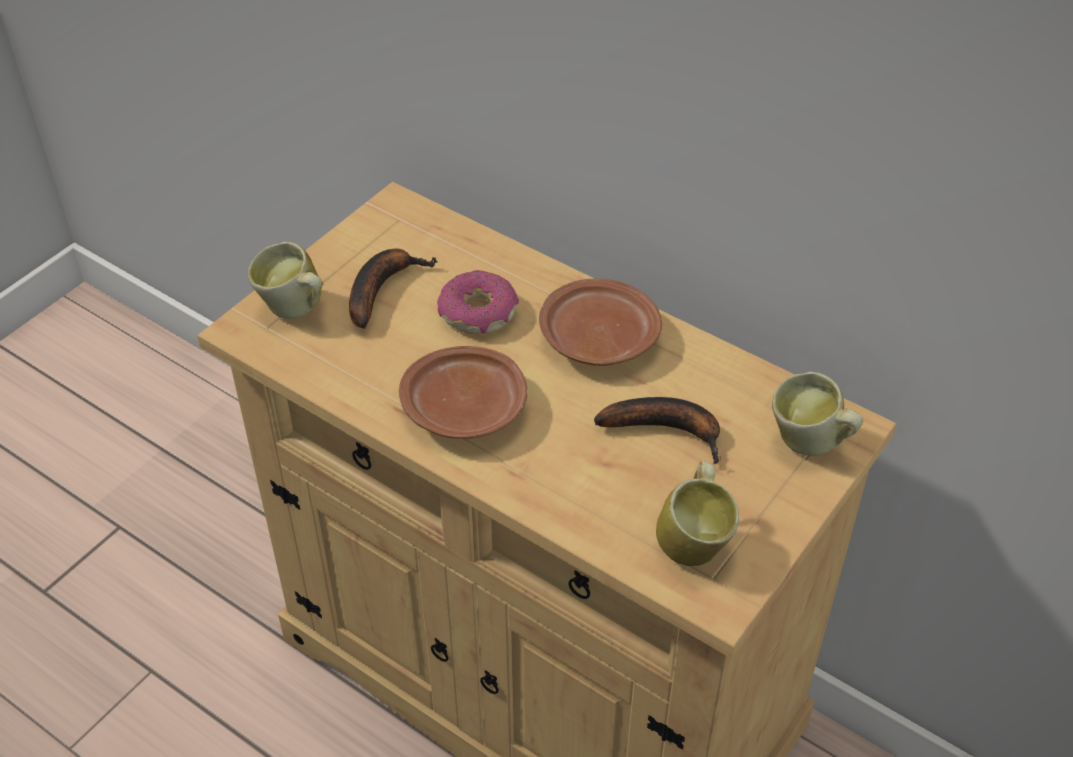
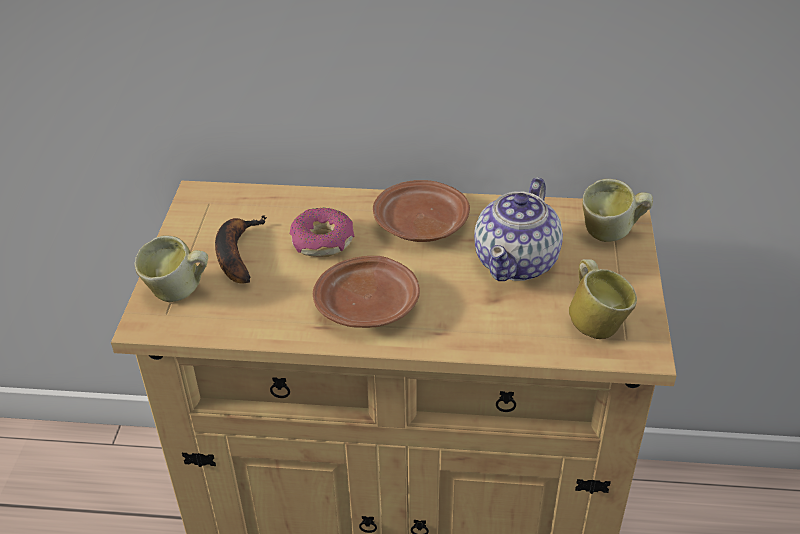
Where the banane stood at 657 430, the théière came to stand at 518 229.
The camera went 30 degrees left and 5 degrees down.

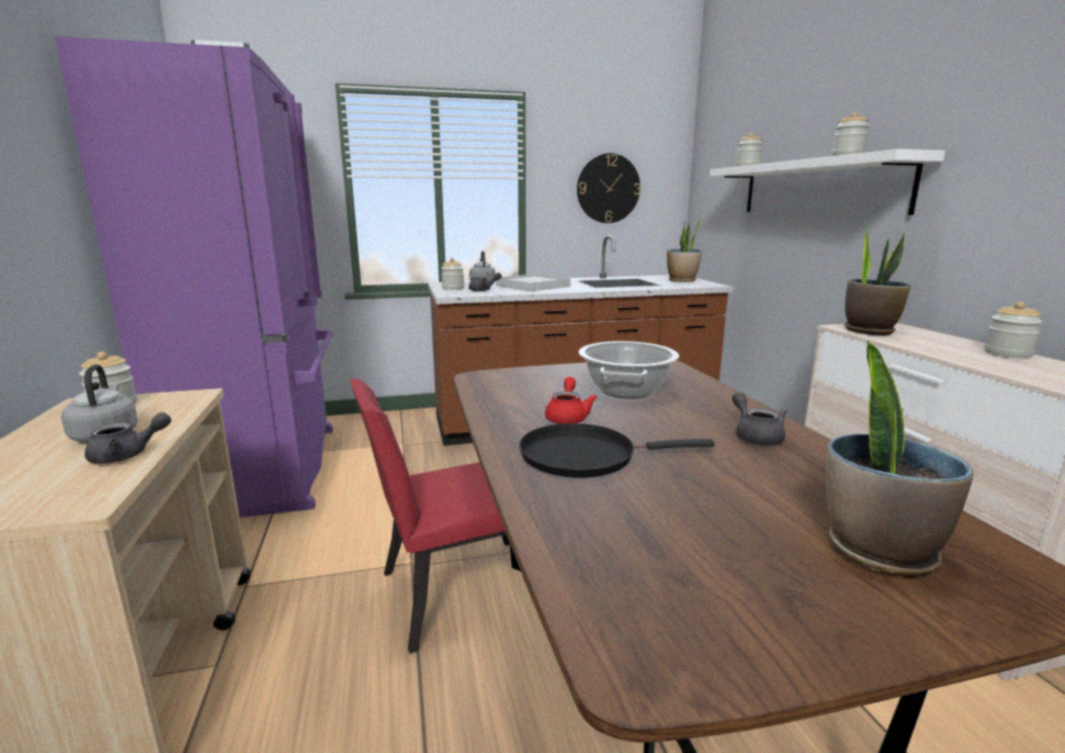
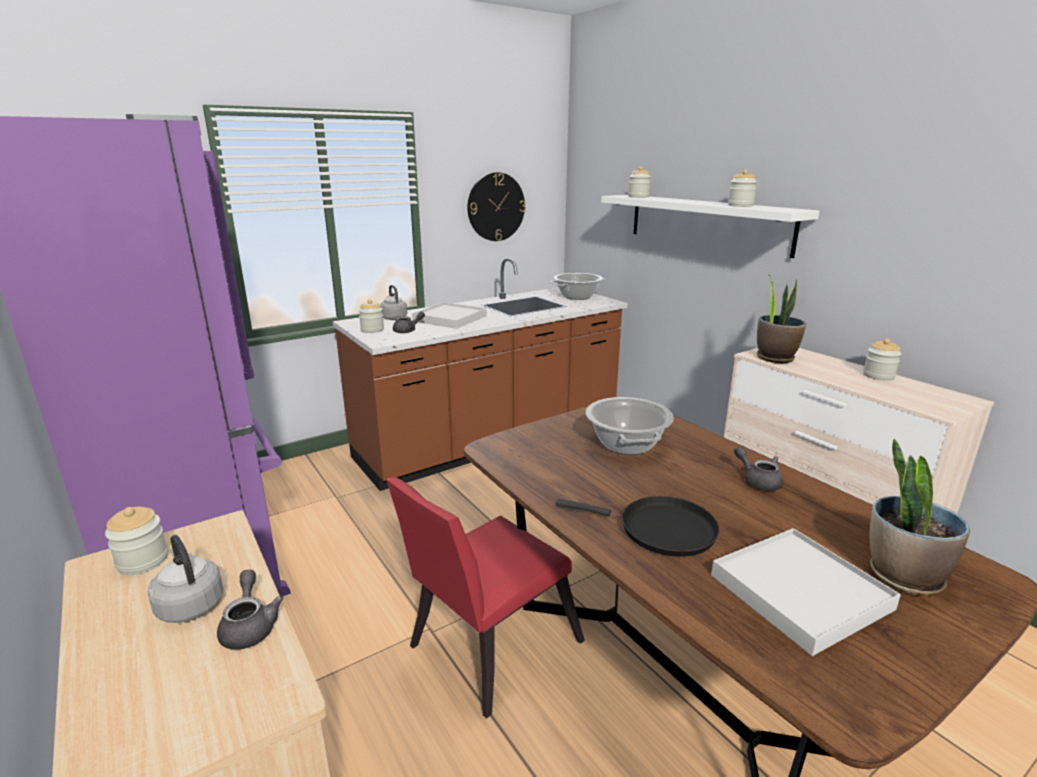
The second view lost the théière/rouge at 571 400.
The second view gained the plateau/blanc at 806 592.
Where the plante en pot stood at 685 249, the marmite came to stand at 578 286.
The théière/gris at 128 438 ended up facing another way, 60 degrees counterclockwise from before.
The poêle/noir at 617 450 ended up facing another way, 135 degrees counterclockwise from before.
The camera went 20 degrees left and 5 degrees up.

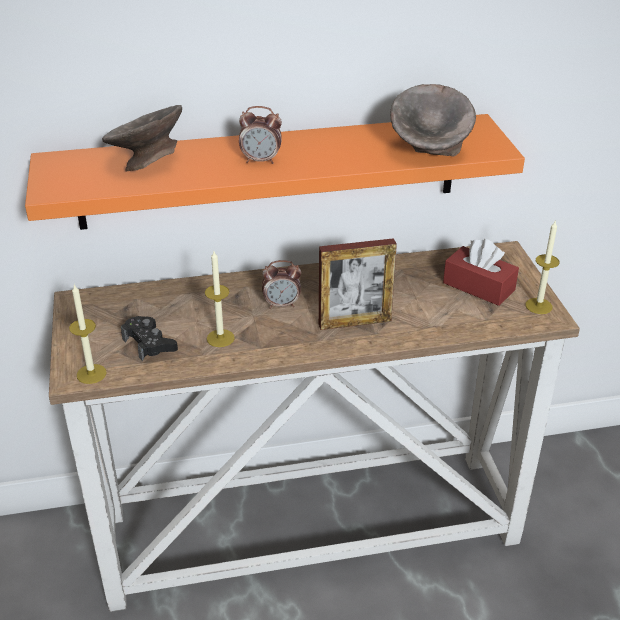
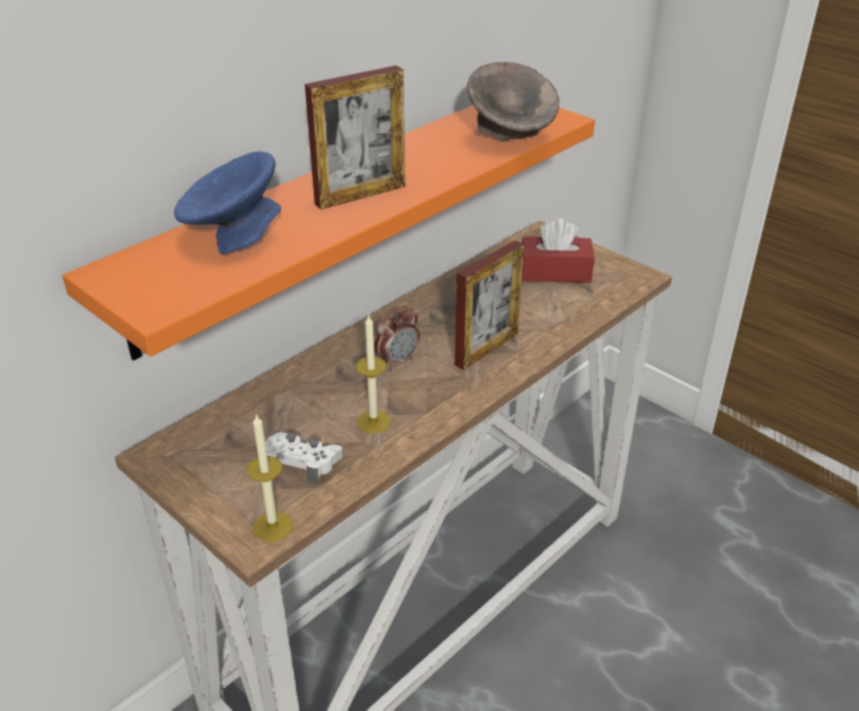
The second view lost the bougie at 542 267.
Where the réveil stood at 260 135, the cadre photo came to stand at 355 137.
What was the bol/gris at 142 138 turned into the bol/bleu at 227 202.
What was the manette/noir at 149 338 turned into the manette/blanc at 304 458.
The camera went 35 degrees left and 0 degrees up.

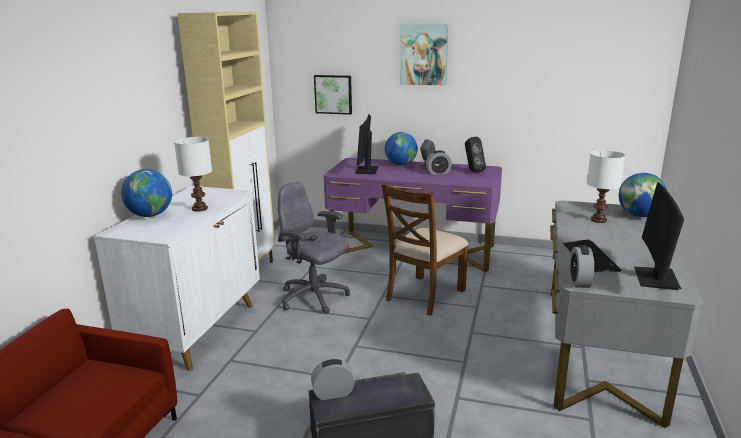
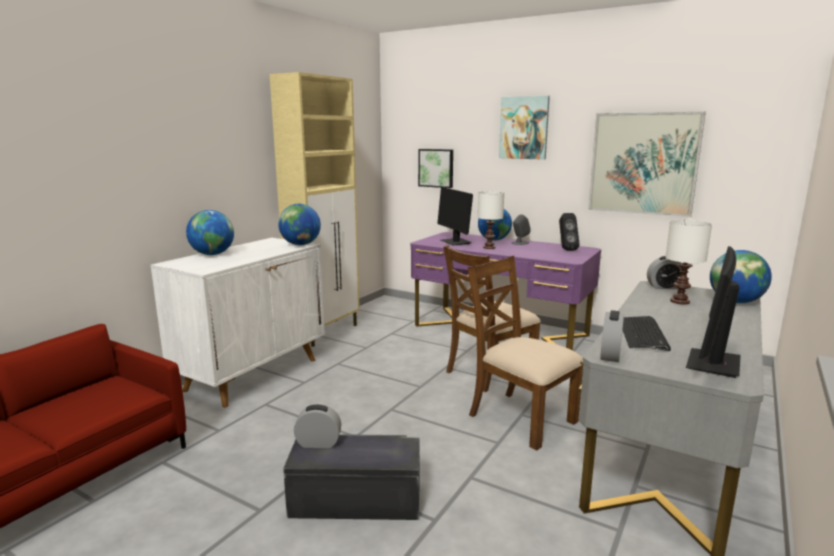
The second view lost the chaise de bureau/gris at 314 248.
The second view gained the globe at 299 224.
The second view gained the chaise/marron at 525 353.
The second view gained the tableau at 647 164.
The lampe de table/blanc ended up elsewhere, having gone from 193 174 to 491 220.
The réveil ended up elsewhere, having gone from 439 162 to 664 272.
The écran d'ordinateur at 367 144 ended up facing another way, 45 degrees counterclockwise from before.
The camera went 15 degrees right and 5 degrees down.

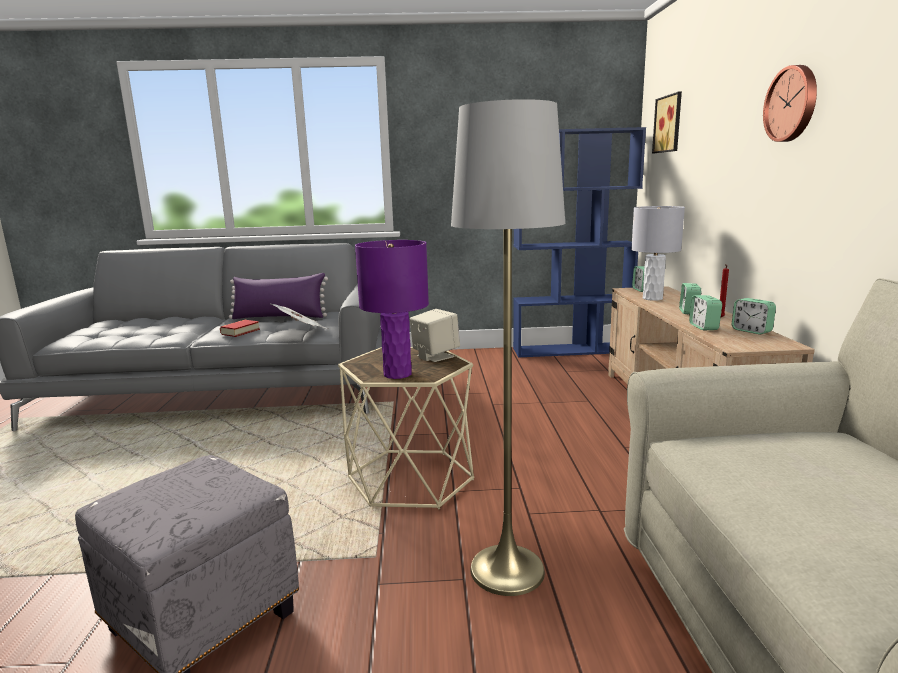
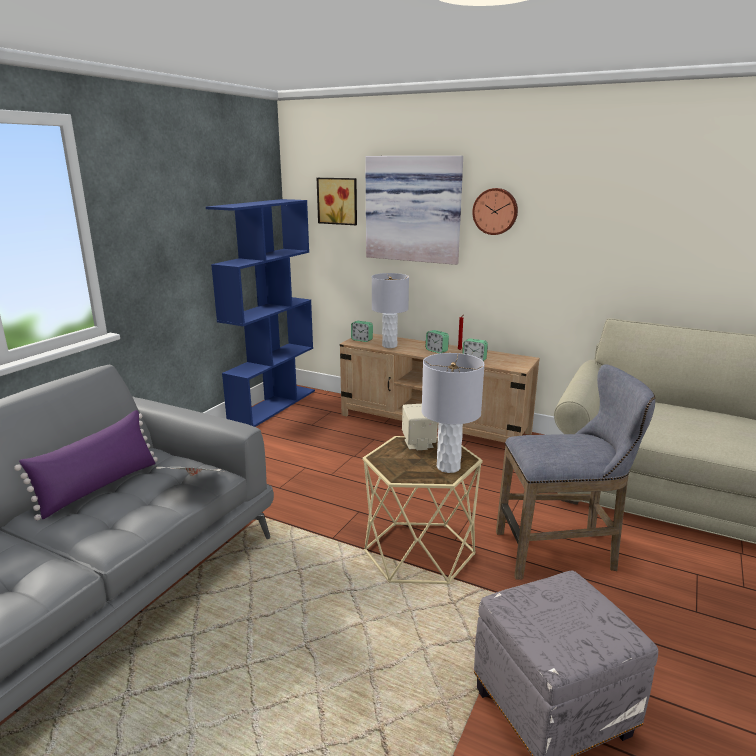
The second view lost the livre at 240 328.
The second view lost the réveil at 754 316.
The second view gained the tableau at 414 210.
Where the lampadaire/gris stood at 508 347, the tabouret/gris came to stand at 575 472.
What was the lampe de table/violet at 392 309 turned into the lampe de table/gris at 453 413.
The camera went 60 degrees left and 5 degrees up.

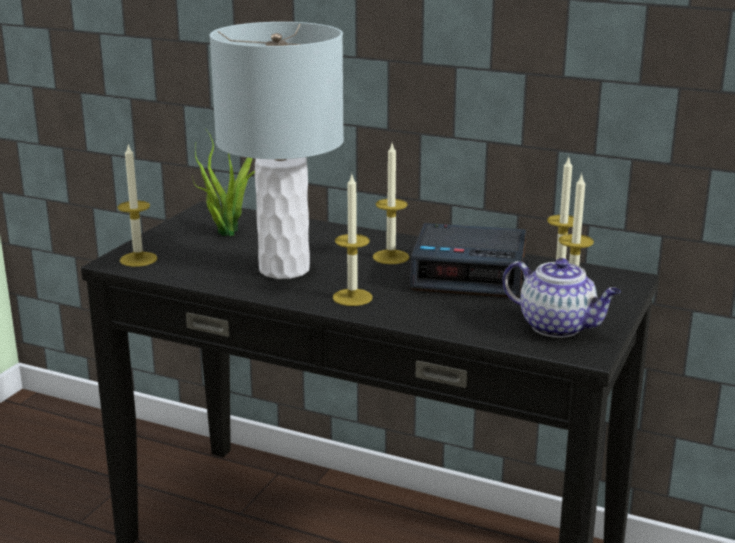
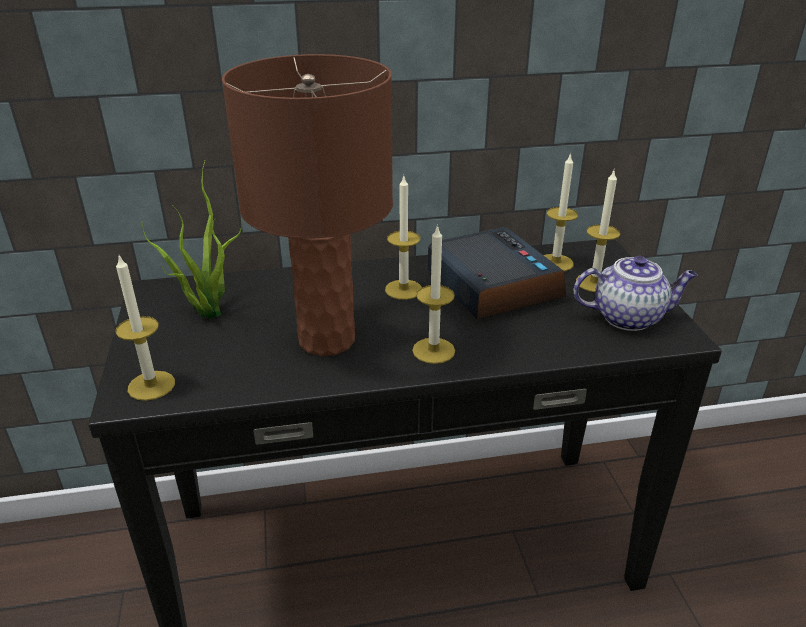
What was the lampe de table/gris at 276 150 turned into the lampe de table/marron at 307 205.
The réveil at 469 260 ended up facing another way, 90 degrees counterclockwise from before.
The camera went 35 degrees left and 10 degrees up.

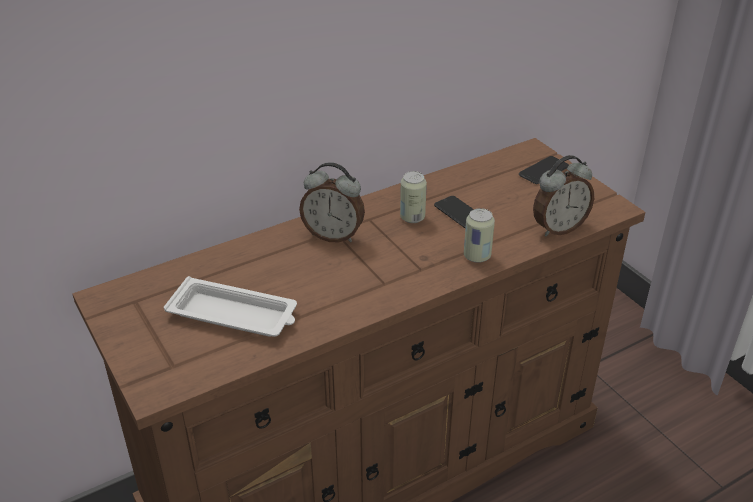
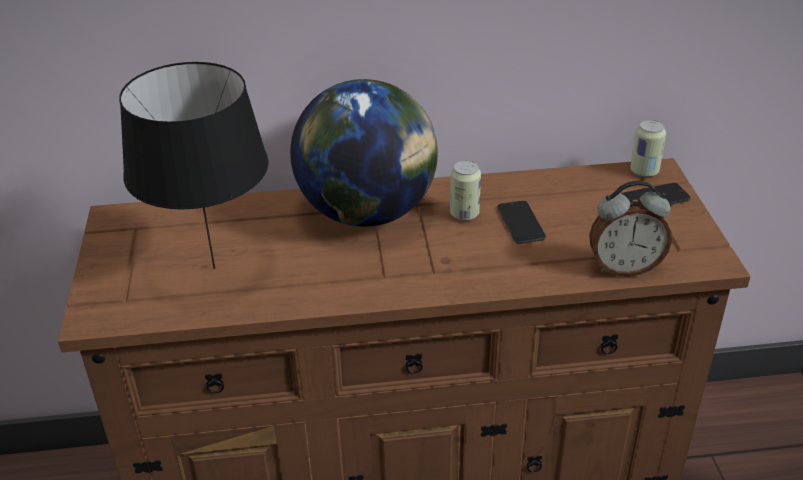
The boîte métallique ended up elsewhere, having gone from 479 235 to 648 148.
Where the plateau/blanc stood at 230 306, the lampe de table/noir came to stand at 194 165.
Where the réveil stood at 332 202, the globe came to stand at 364 153.
The camera went 25 degrees right and 0 degrees up.

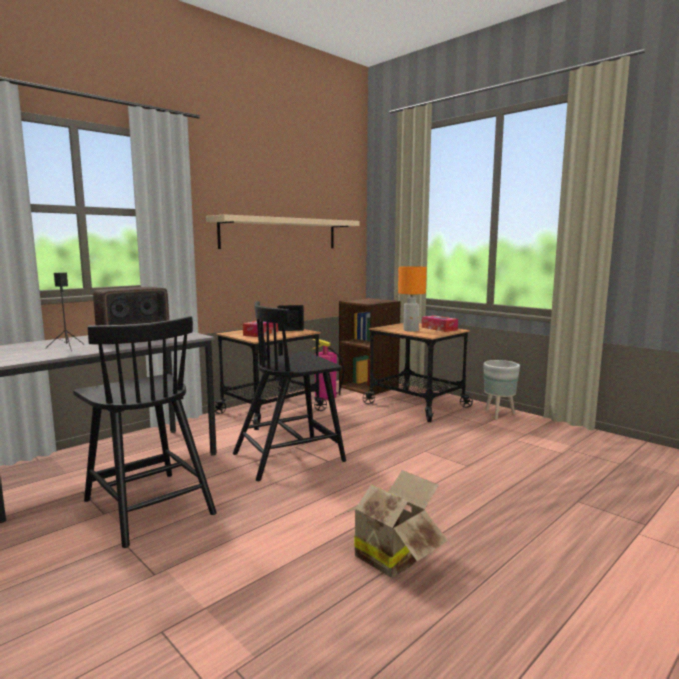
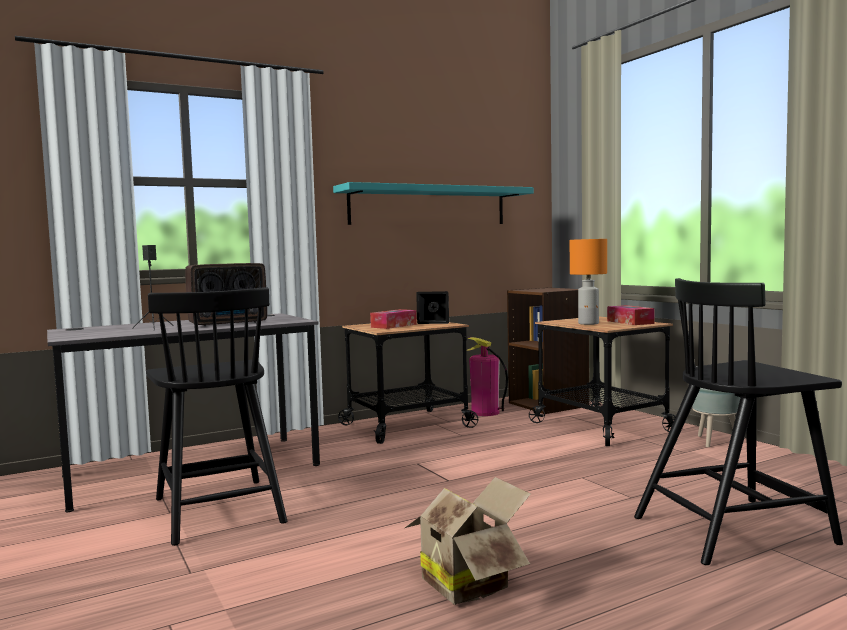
The chaise/noir ended up elsewhere, having gone from 289 391 to 738 421.
What was the étagère/beige at 283 231 turned into the étagère/turquoise at 433 203.
The camera went 15 degrees right and 5 degrees down.

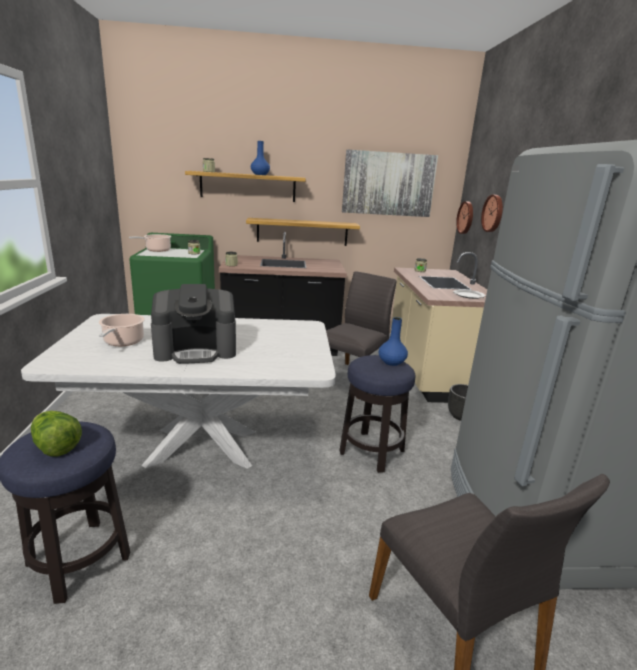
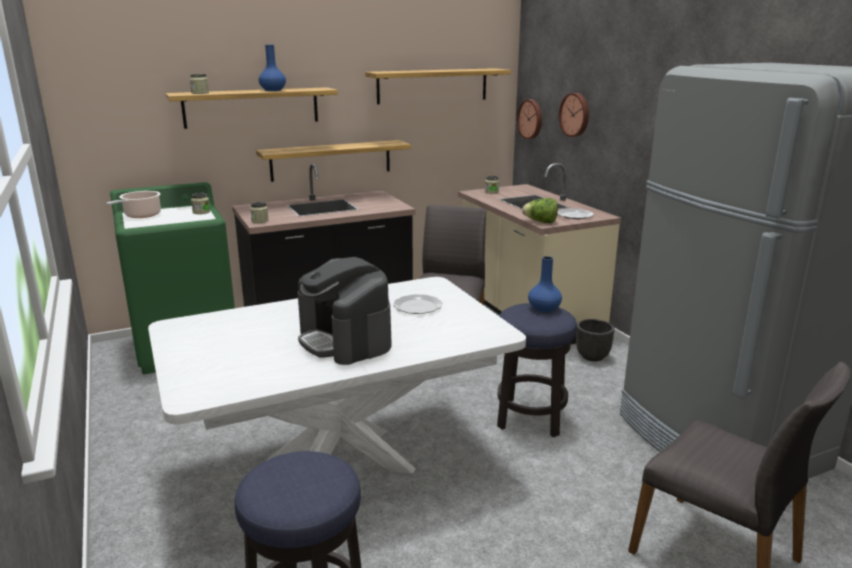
The second view lost the marmite at 122 330.
The second view gained the assiette at 417 304.
The laitue ended up elsewhere, having gone from 56 433 to 540 210.
Where the tableau hung at 390 183, the étagère came to hang at 438 86.
The machine à café at 193 324 ended up facing another way, 90 degrees clockwise from before.
The camera went 20 degrees left and 0 degrees up.

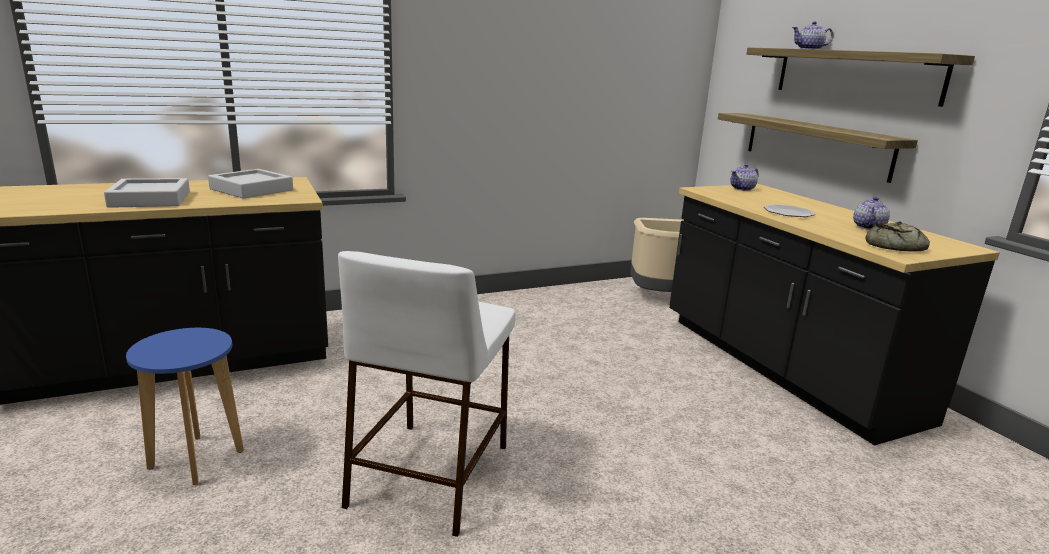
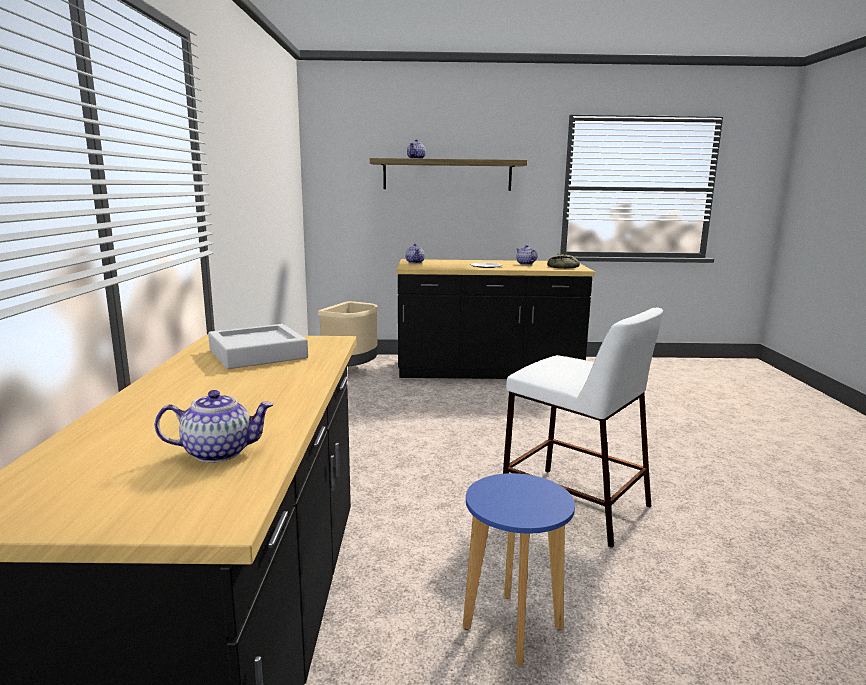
The second view lost the plateau/gris at 147 193.
The second view lost the étagère at 818 148.
The second view gained the théière at 214 426.
The camera went 65 degrees left and 5 degrees down.

